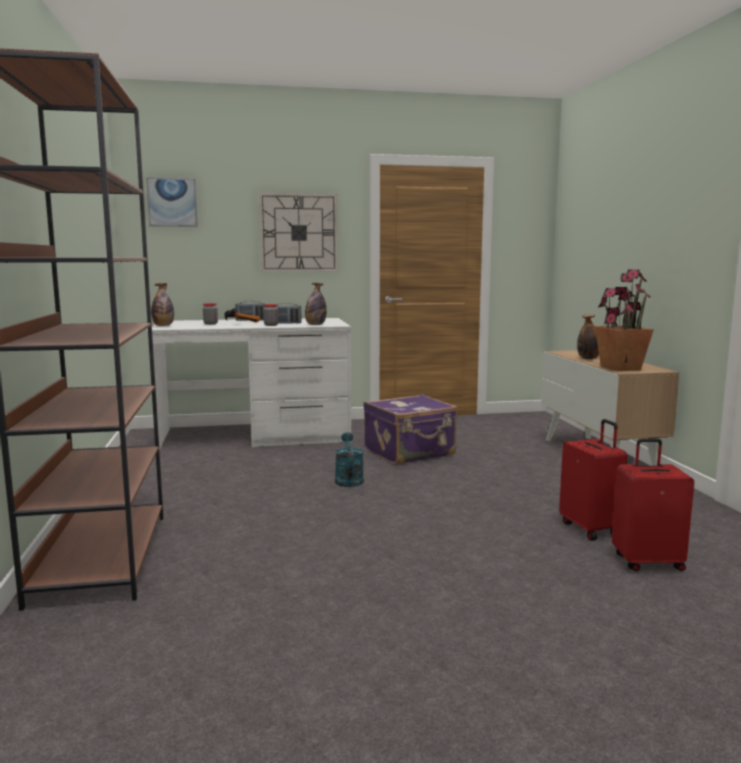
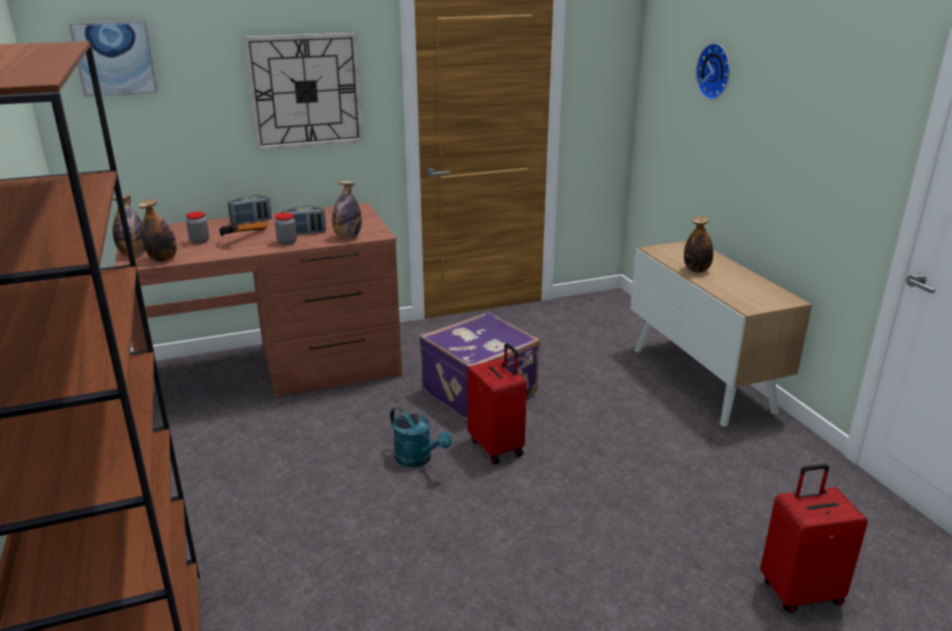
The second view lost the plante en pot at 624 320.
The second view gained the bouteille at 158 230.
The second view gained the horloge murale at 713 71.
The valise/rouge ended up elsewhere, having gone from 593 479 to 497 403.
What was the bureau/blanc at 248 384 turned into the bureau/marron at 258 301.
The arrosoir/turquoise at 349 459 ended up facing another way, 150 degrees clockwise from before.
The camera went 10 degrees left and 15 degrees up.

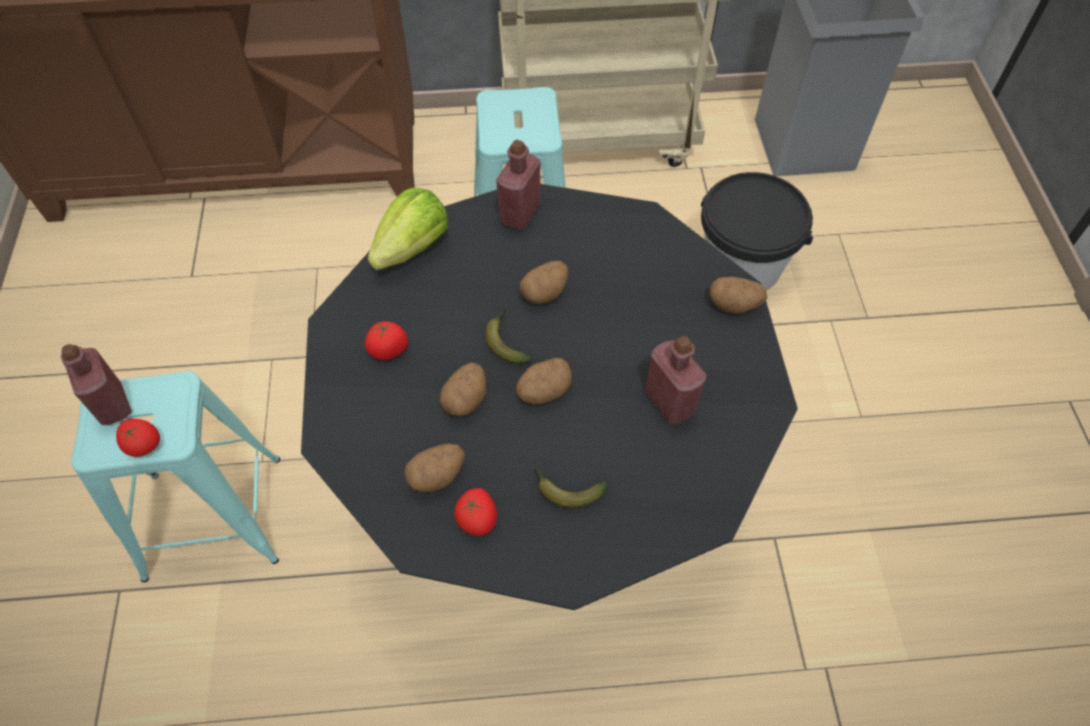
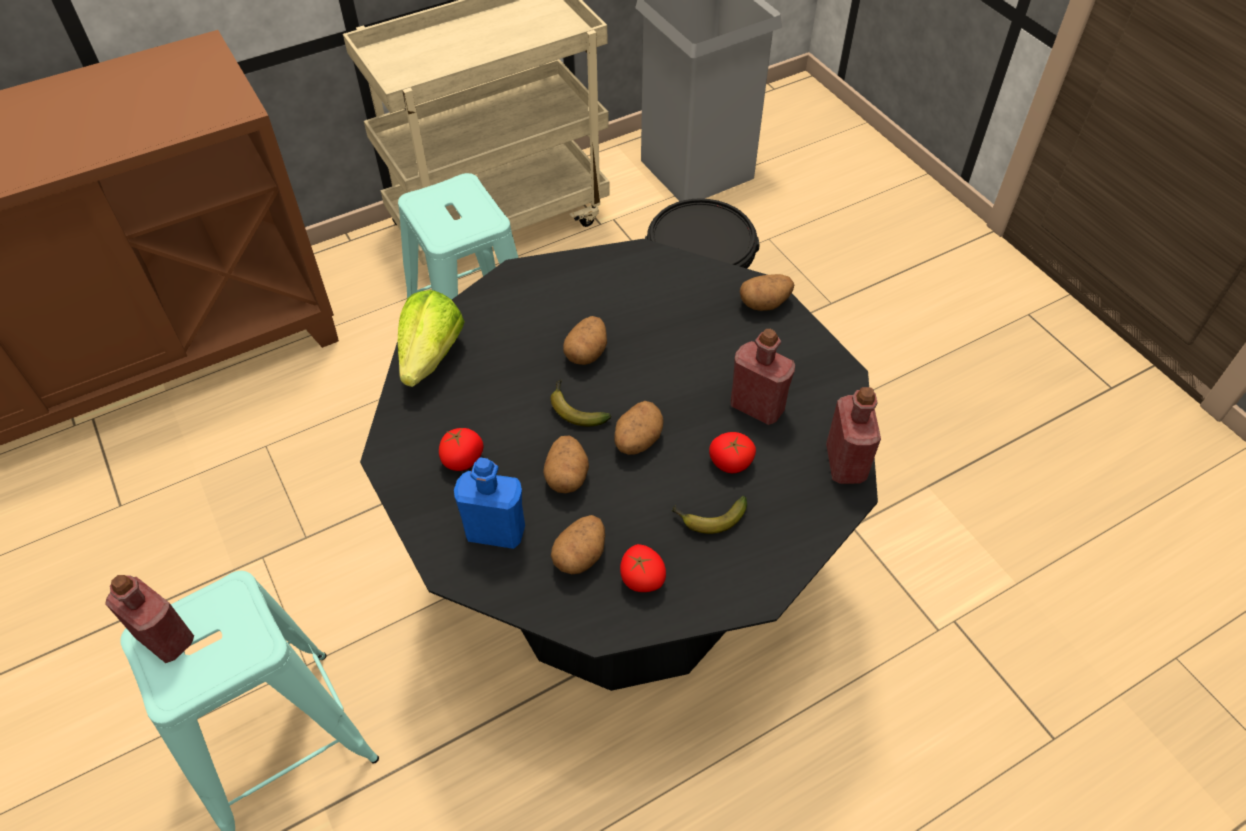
The second view gained the bouteille/bleu at 489 503.
The tomate ended up elsewhere, having gone from 138 438 to 732 452.
The bouteille/rouge ended up elsewhere, having gone from 518 185 to 853 435.
The camera went 25 degrees left and 5 degrees down.

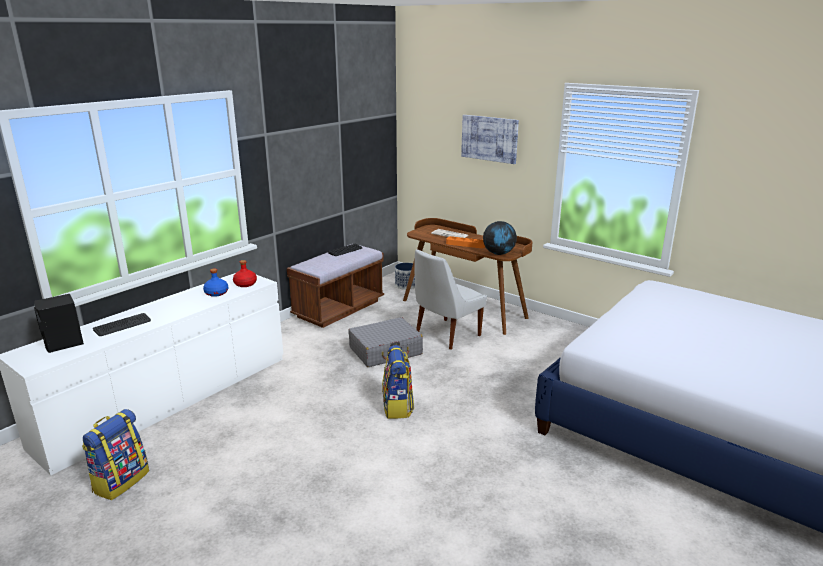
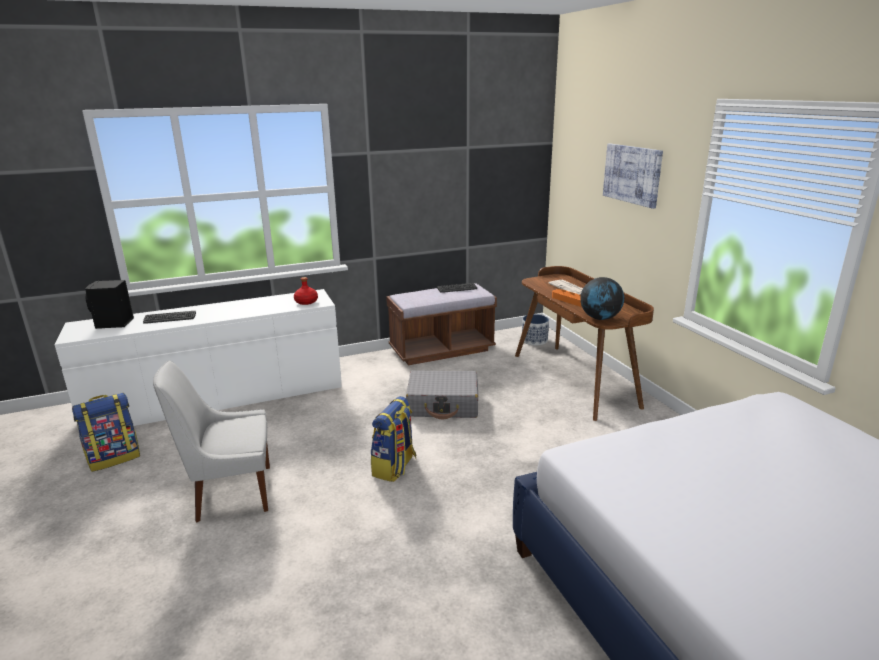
The second view lost the bouteille/bleu at 215 282.
The chaise/blanc ended up elsewhere, having gone from 451 299 to 211 441.
The camera went 30 degrees right and 0 degrees up.

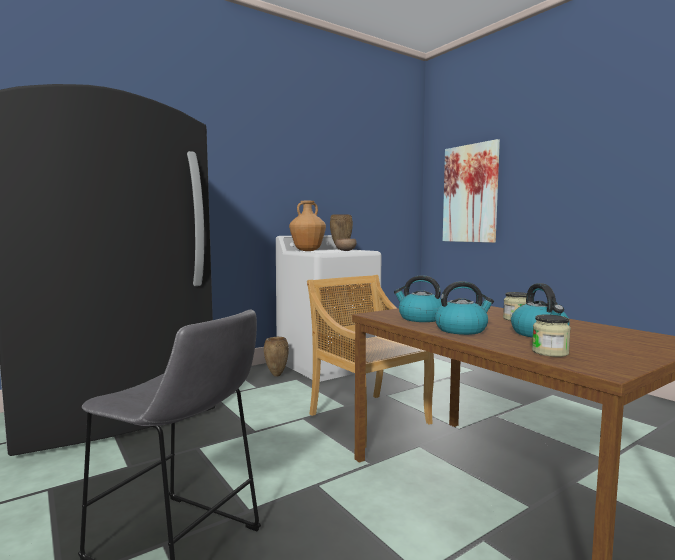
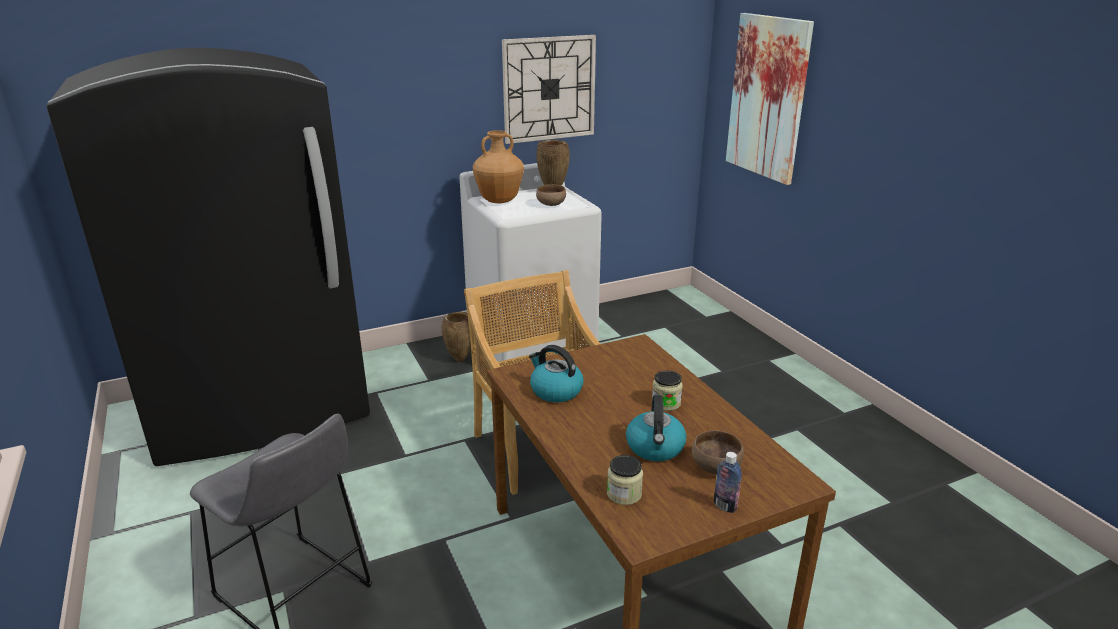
The second view lost the bouilloire at 464 308.
The second view gained the horloge murale at 549 89.
The second view gained the bol/marron at 718 452.
The second view gained the bouteille at 728 482.
The camera went 10 degrees right and 20 degrees up.

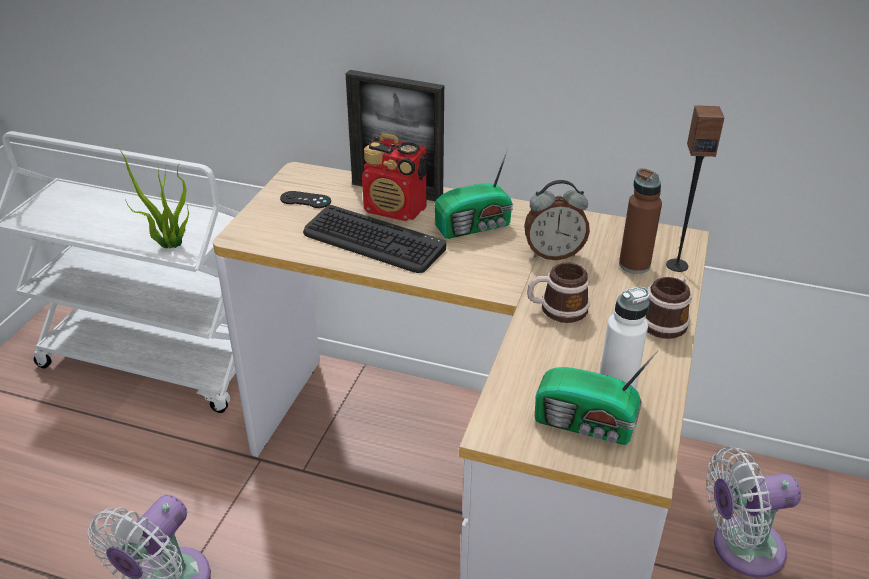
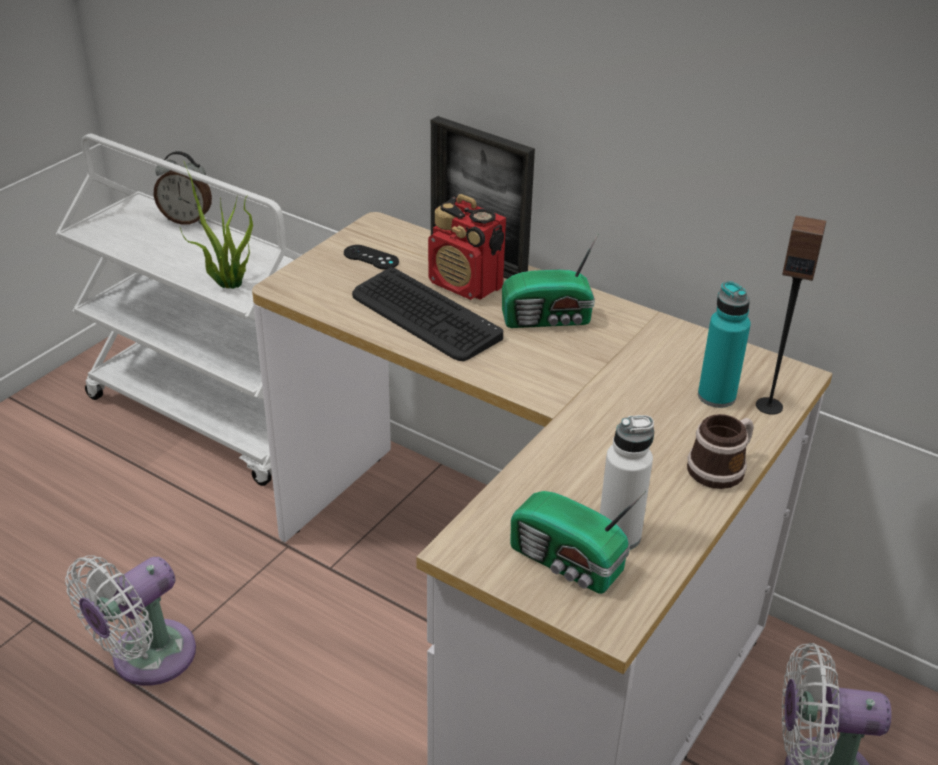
The second view lost the mug at 558 292.
The réveil ended up elsewhere, having gone from 557 220 to 183 188.
What was the bouteille/marron at 640 221 turned into the bouteille/turquoise at 724 344.
The camera went 15 degrees right and 0 degrees up.

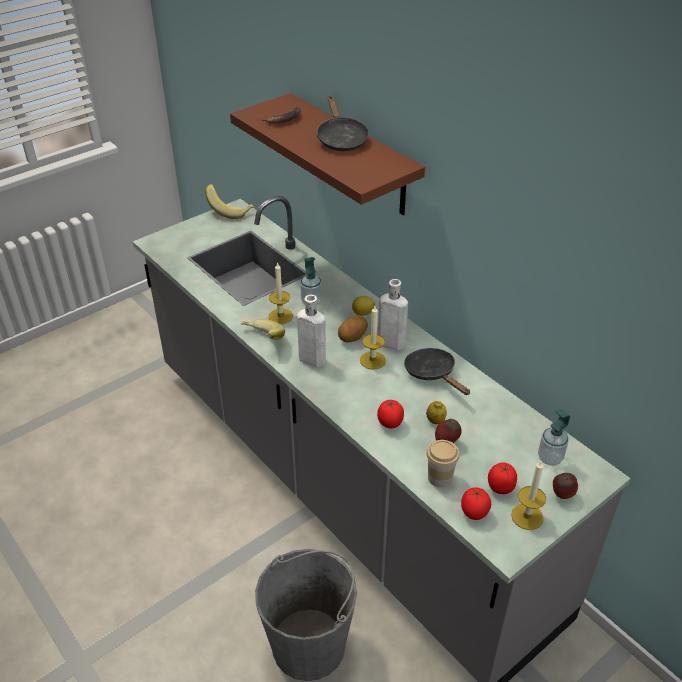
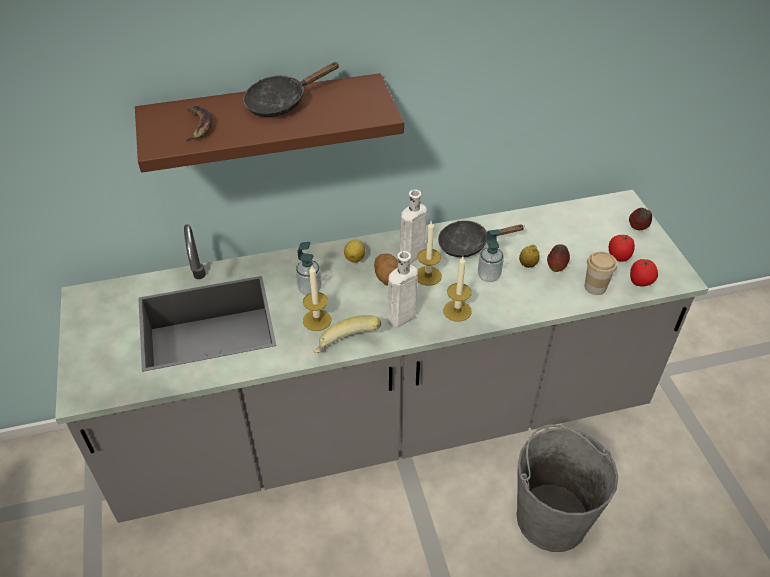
The second view lost the banane at 229 201.
The second view lost the tomate at 390 414.
The bougie ended up elsewhere, having gone from 528 495 to 457 289.
The distributeur de savon ended up elsewhere, having gone from 554 437 to 491 255.
The poêle/noir at 343 123 ended up facing another way, 135 degrees clockwise from before.
The camera went 65 degrees left and 5 degrees up.

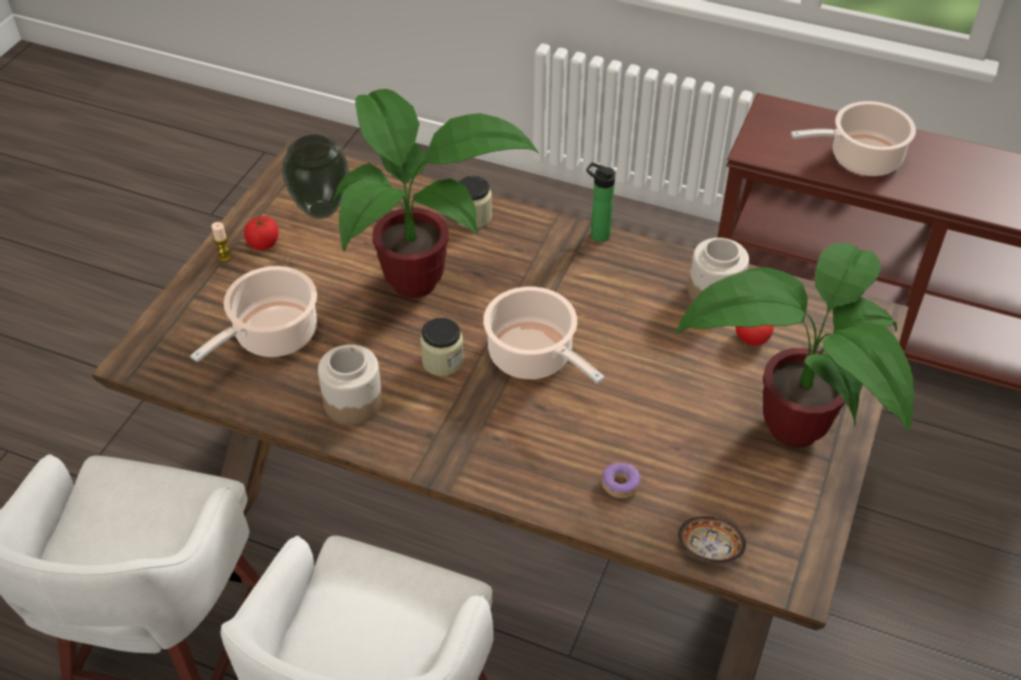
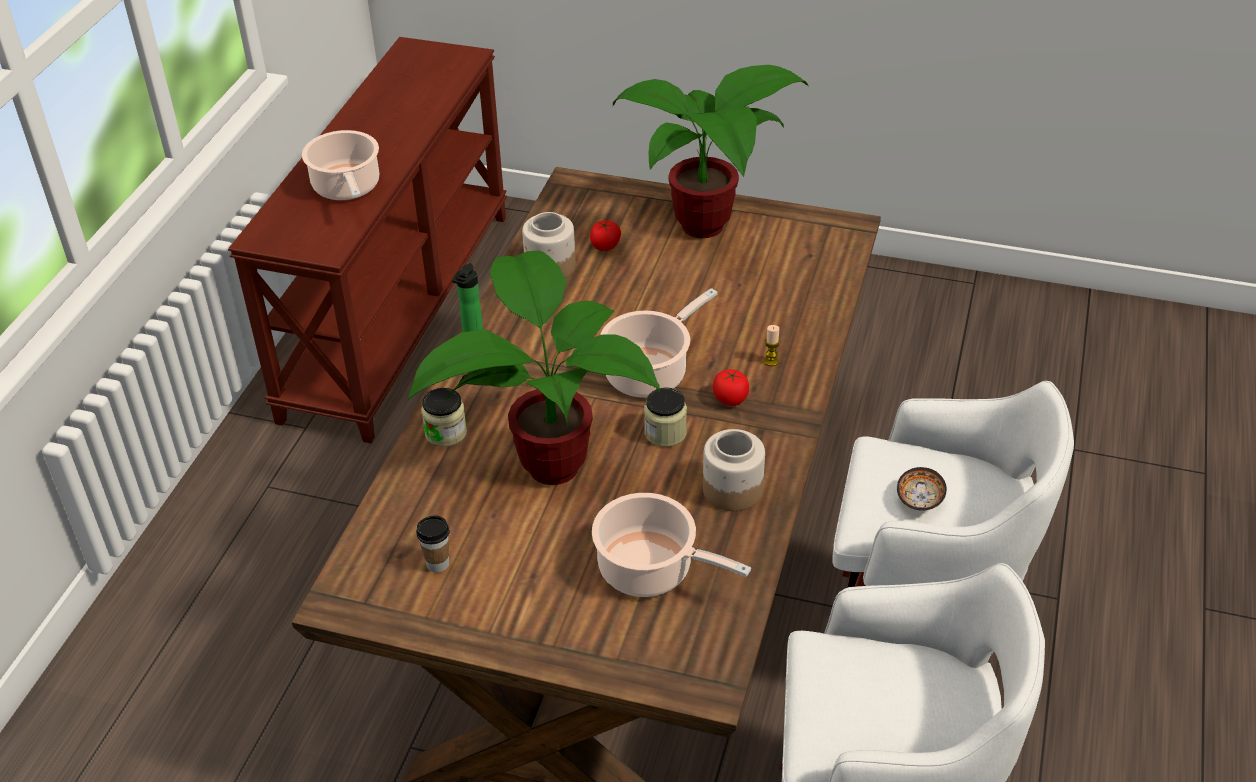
The second view lost the beignet at 621 480.
The bougie ended up elsewhere, having gone from 221 242 to 772 345.
The tomate ended up elsewhere, having gone from 261 233 to 731 387.
The bol ended up elsewhere, having gone from 712 539 to 922 489.
Where the vase stood at 315 177, the tasse came to stand at 432 544.
The camera went 95 degrees left and 5 degrees down.

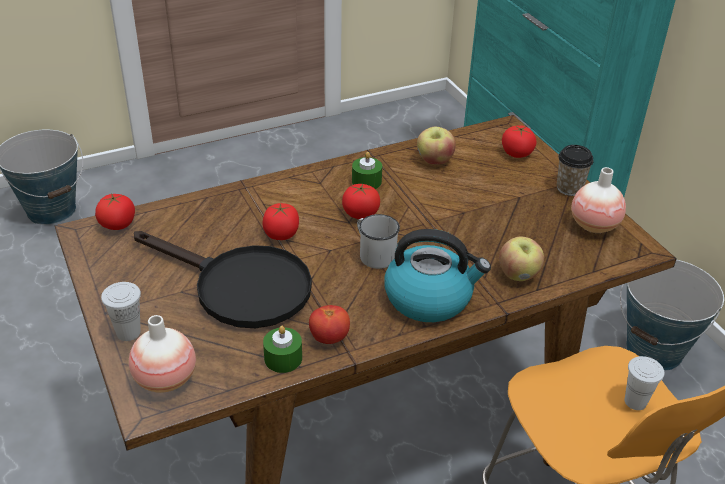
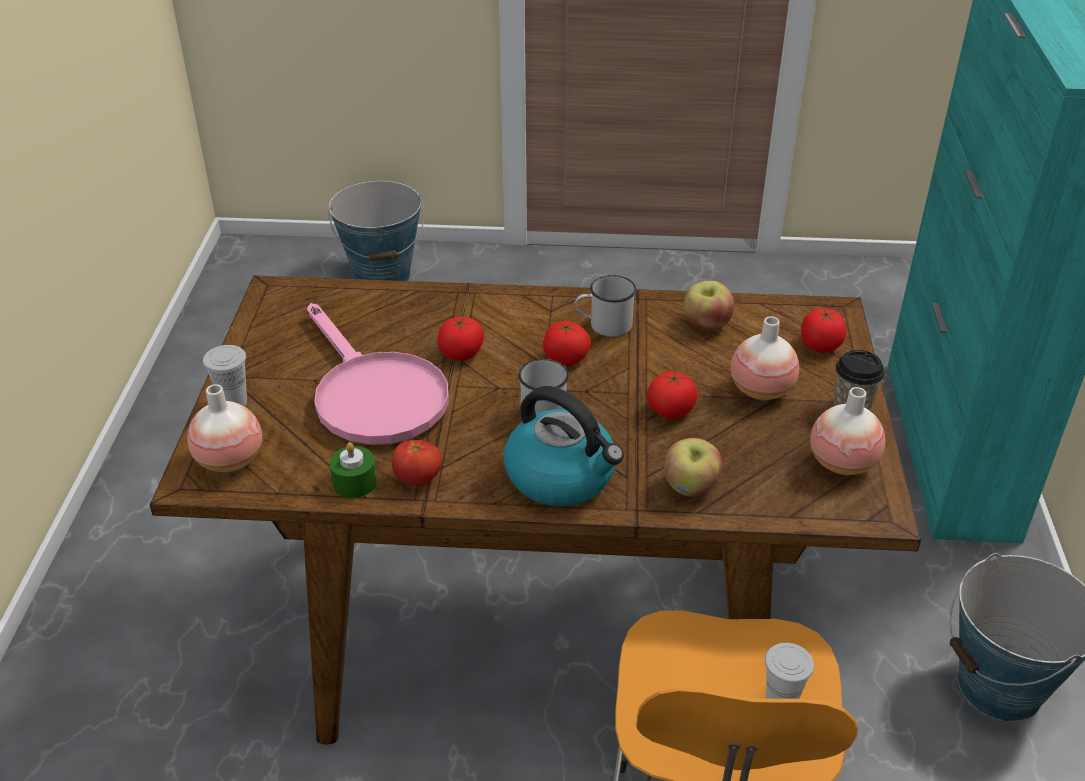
The second view gained the vase at 764 358.
The tomate ended up elsewhere, having gone from 115 211 to 672 395.
Where the bougie/vert stood at 367 170, the mug/blanc came to stand at 605 306.
What was the poêle/noir at 223 279 turned into the poêle/rose at 378 374.
The camera went 30 degrees right and 0 degrees up.

